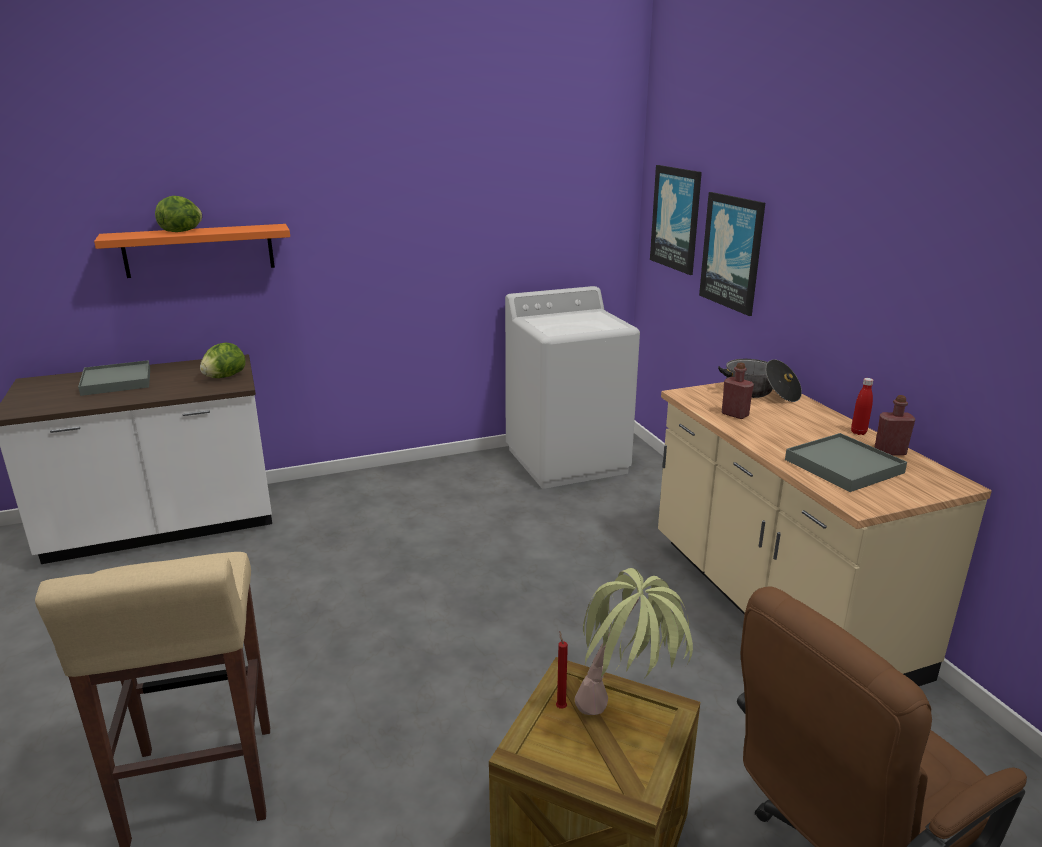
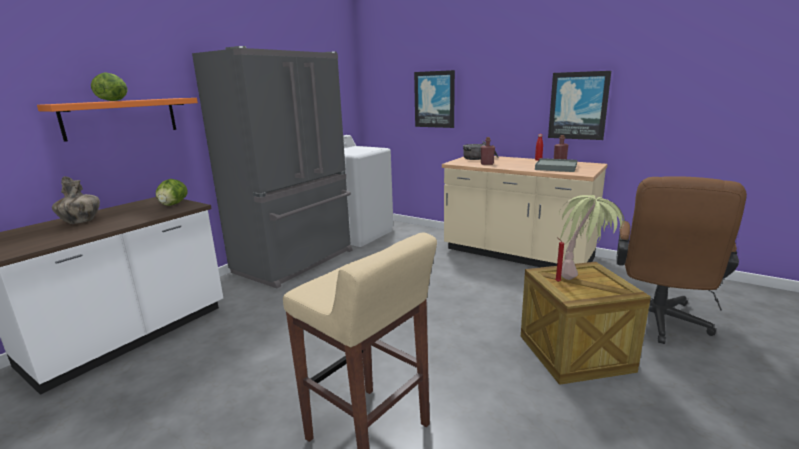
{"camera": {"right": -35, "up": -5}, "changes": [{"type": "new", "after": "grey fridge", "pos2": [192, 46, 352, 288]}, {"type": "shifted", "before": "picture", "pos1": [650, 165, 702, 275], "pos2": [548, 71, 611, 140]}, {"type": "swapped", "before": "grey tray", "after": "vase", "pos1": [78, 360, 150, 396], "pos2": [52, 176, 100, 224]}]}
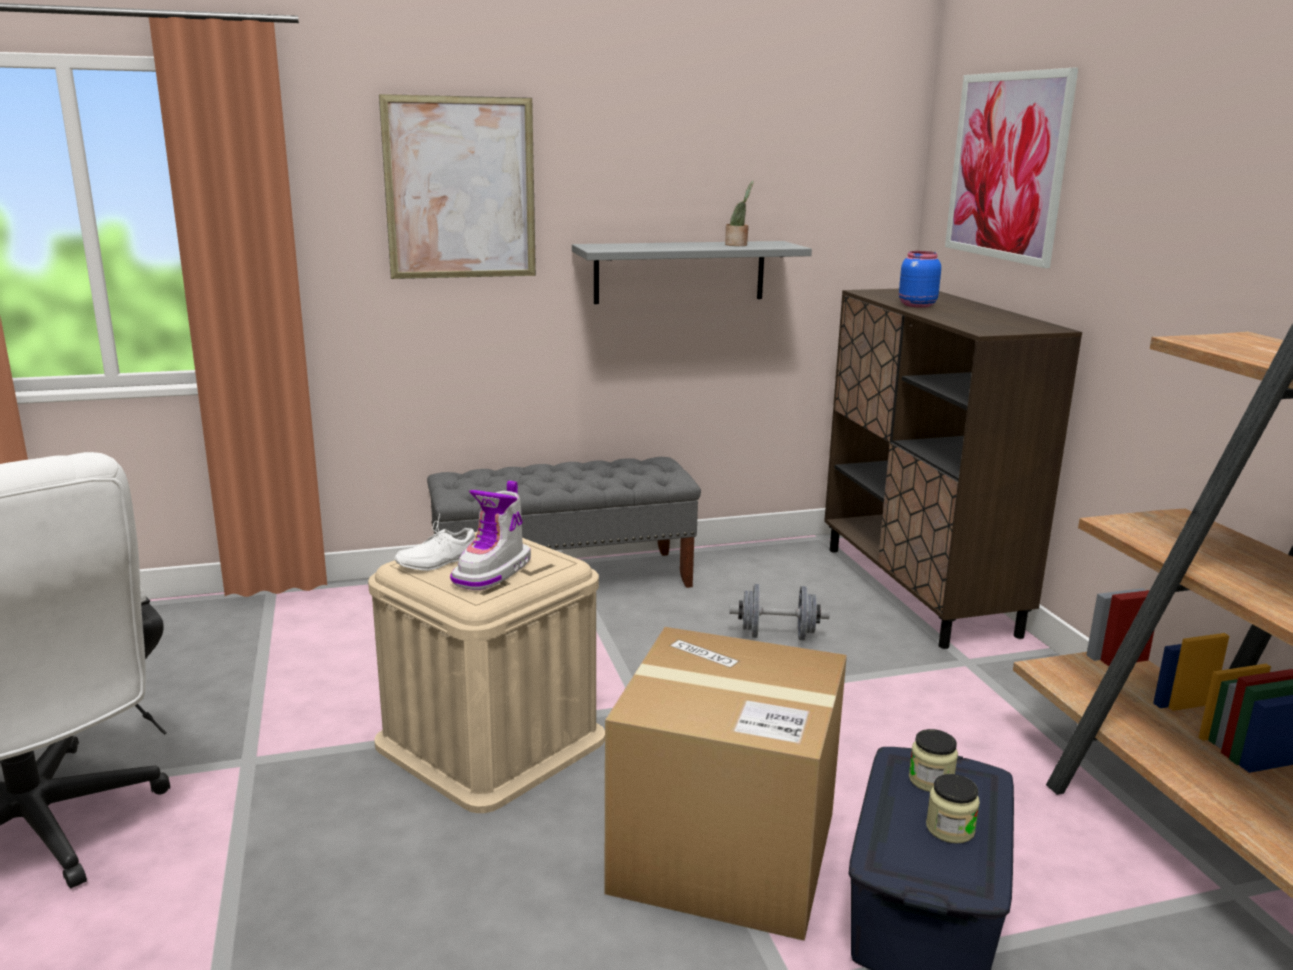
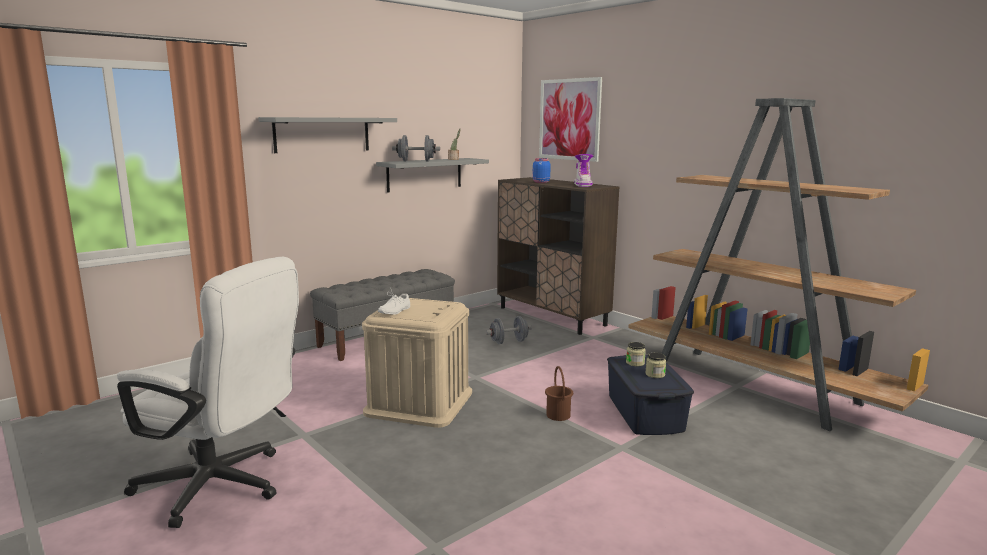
{"camera": {"right": -25, "up": -5}, "changes": [{"type": "new", "after": "grey dumbbell", "pos2": [392, 135, 440, 162]}, {"type": "shifted", "before": "boot", "pos1": [450, 480, 531, 590], "pos2": [574, 154, 593, 187]}, {"type": "swapped", "before": "picture", "after": "grey shelf", "pos1": [379, 94, 536, 279], "pos2": [258, 117, 397, 153]}, {"type": "swapped", "before": "cardboard box", "after": "brown bucket", "pos1": [604, 627, 847, 941], "pos2": [545, 366, 573, 421]}]}
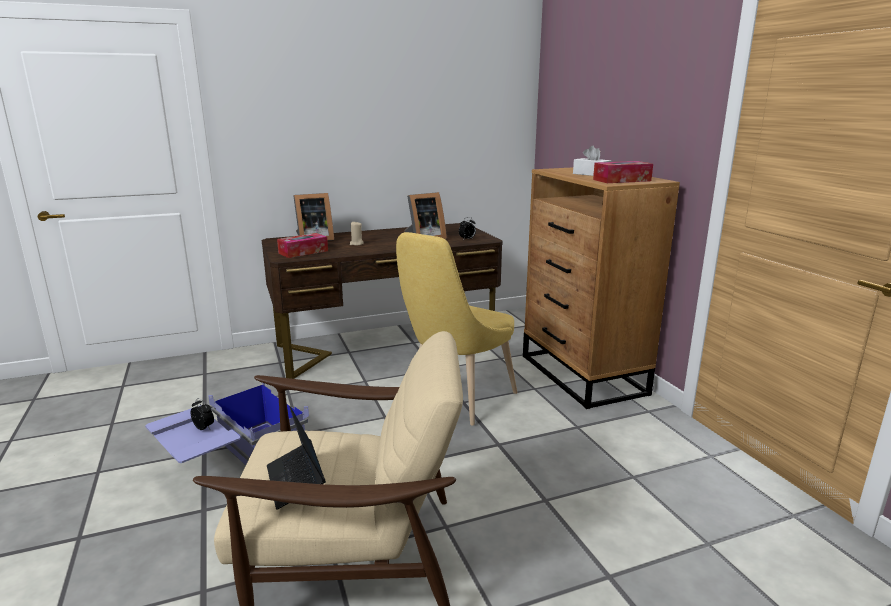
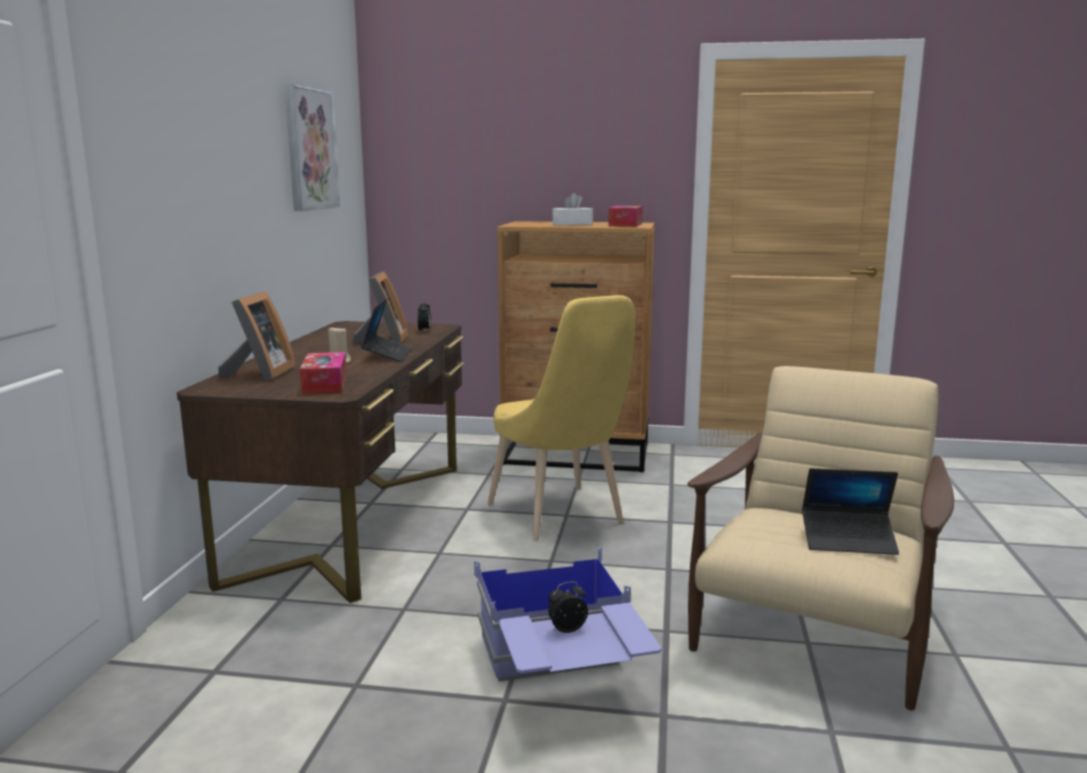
{"camera": {"right": -60, "up": -5}, "changes": [{"type": "new", "after": "picture", "pos2": [285, 83, 340, 211]}, {"type": "new", "after": "laptop", "pos2": [361, 298, 412, 362]}]}
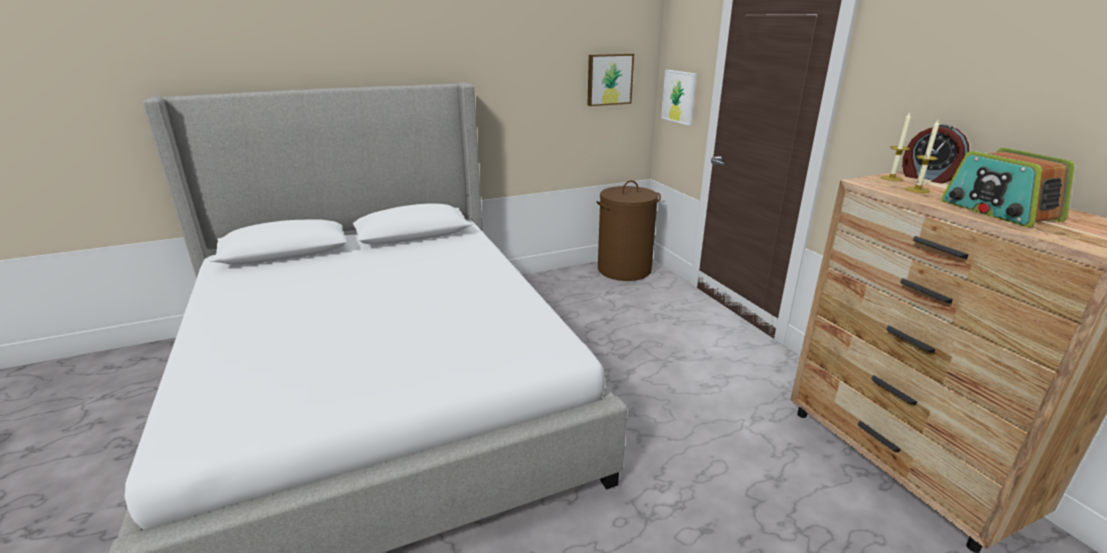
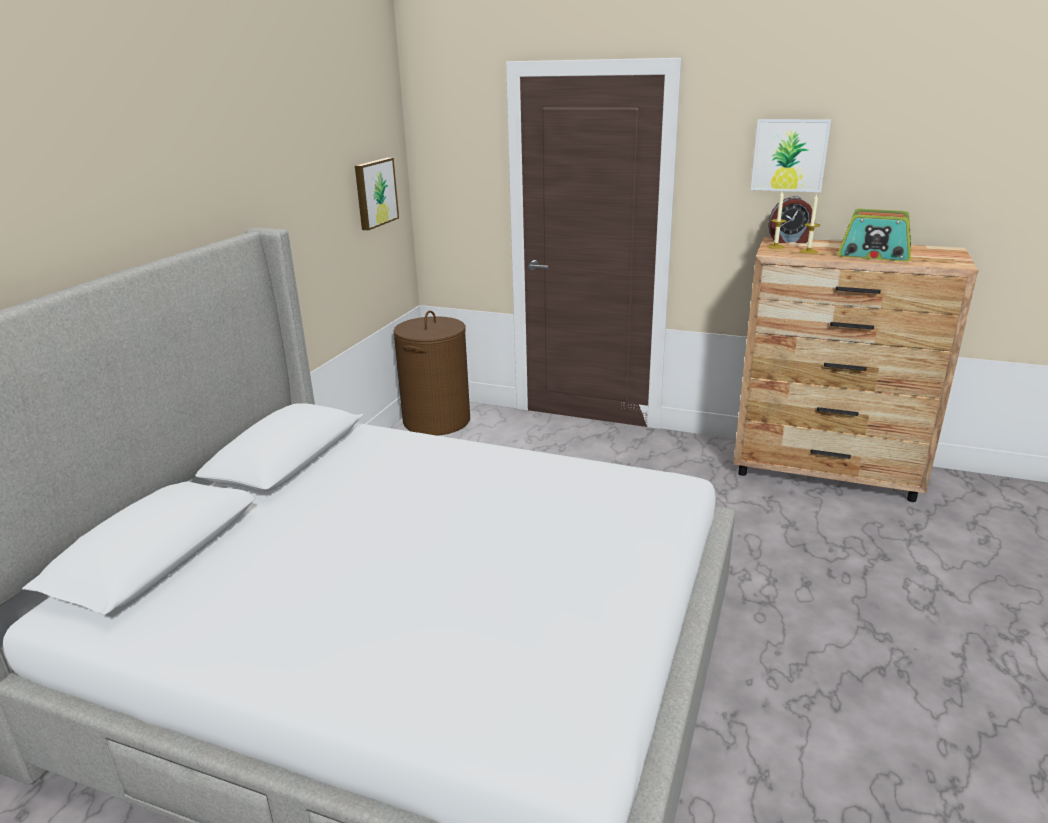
{"camera": {"right": -45, "up": 0}, "changes": [{"type": "shifted", "before": "picture", "pos1": [661, 70, 697, 126], "pos2": [751, 119, 831, 192]}]}
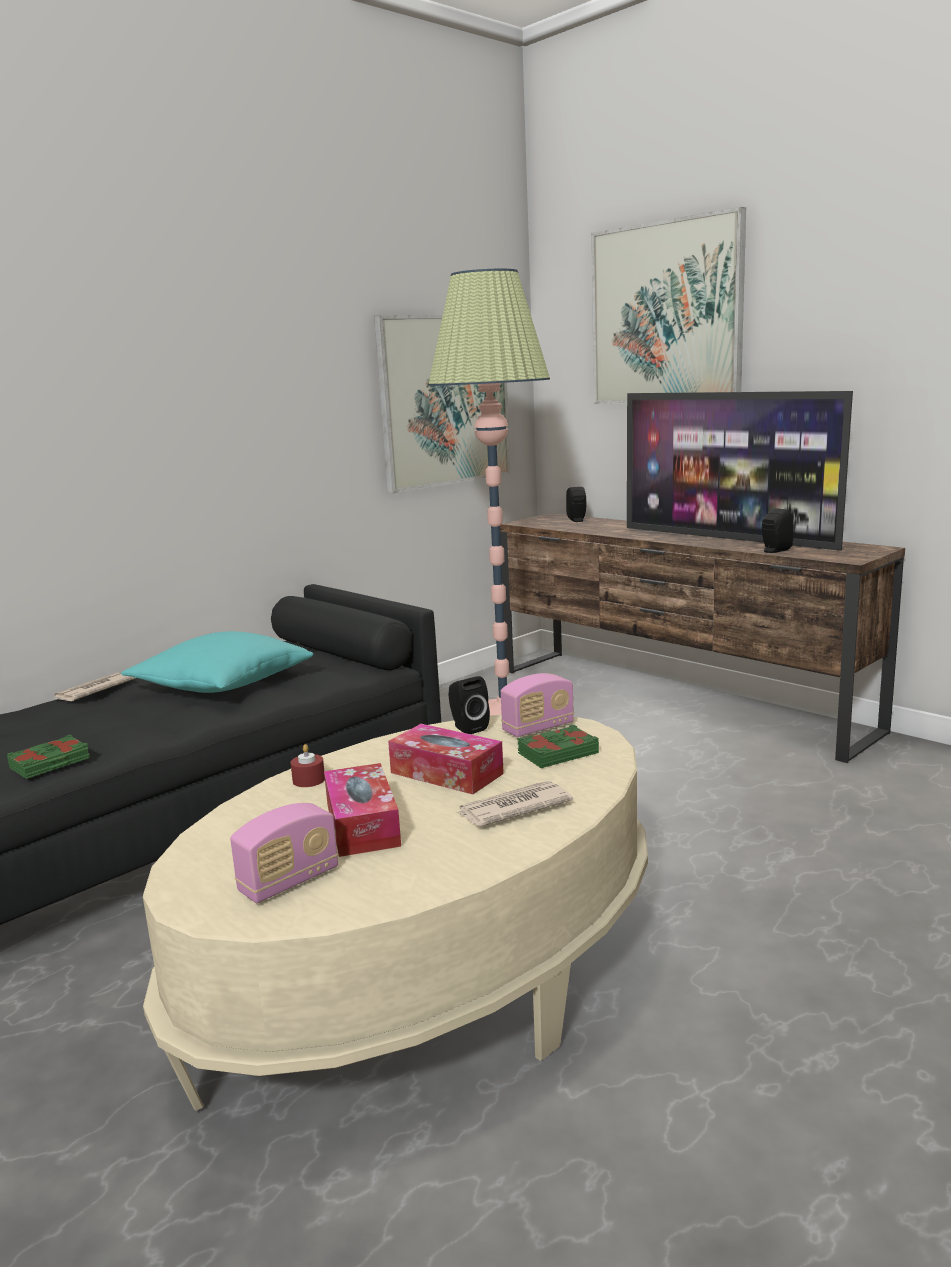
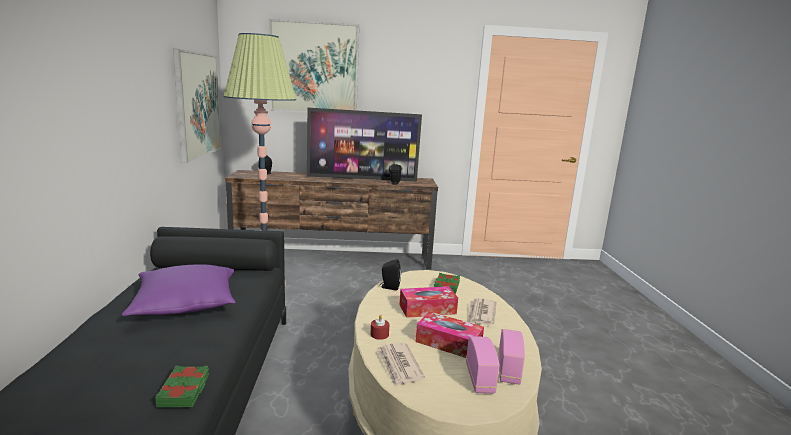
{"camera": {"right": -50, "up": 0}, "changes": [{"type": "shifted", "before": "newspaper", "pos1": [54, 673, 135, 701], "pos2": [377, 343, 425, 387]}, {"type": "shifted", "before": "radio", "pos1": [501, 673, 574, 737], "pos2": [499, 329, 525, 385]}, {"type": "repainted", "before": "turquoise pillow", "after": "purple pillow", "pos1": [121, 631, 313, 693], "pos2": [122, 264, 236, 316]}]}
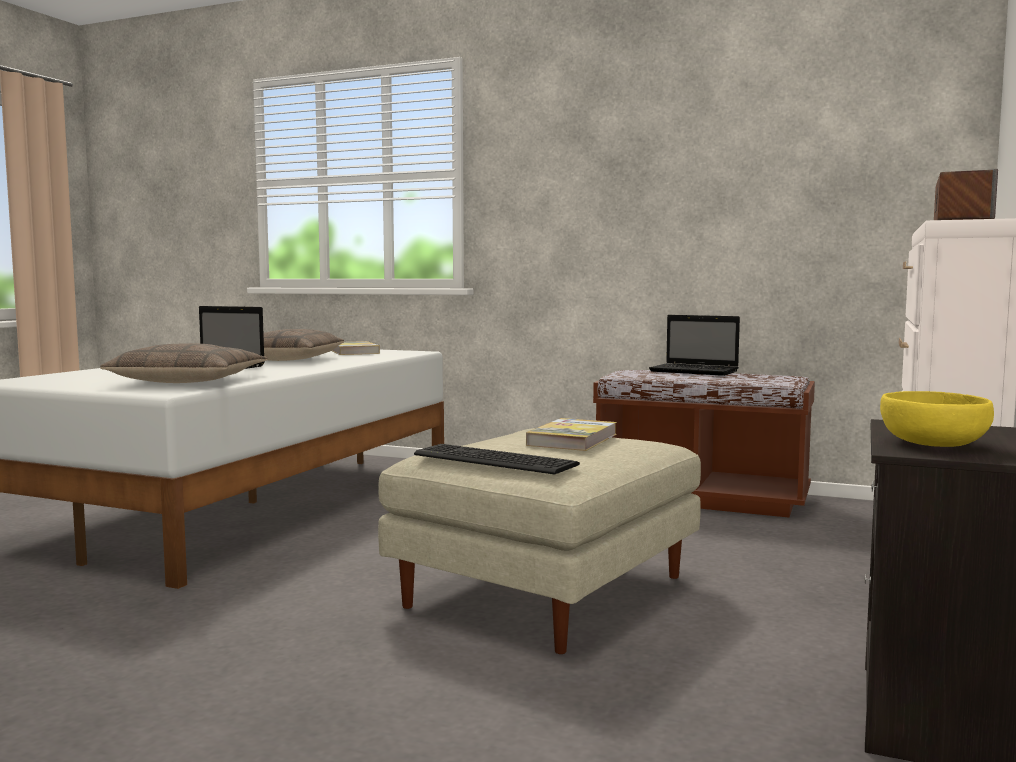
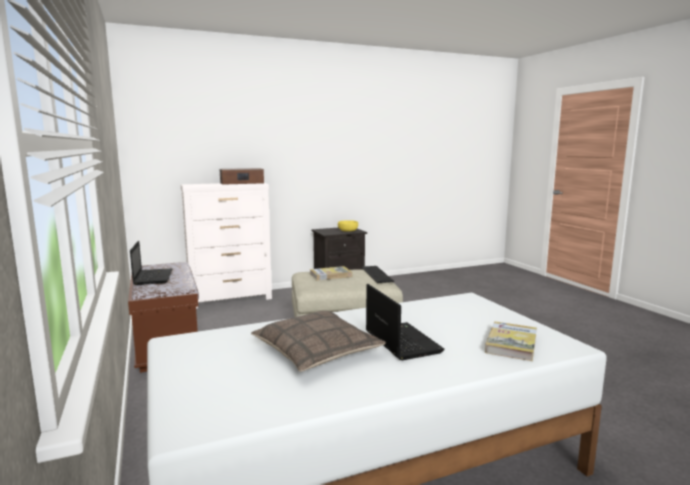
{"camera": {"right": -135, "up": 5}, "changes": [{"type": "gone", "before": "pillow", "pos1": [100, 343, 268, 383]}, {"type": "shifted", "before": "book", "pos1": [332, 341, 380, 355], "pos2": [485, 322, 537, 361]}]}
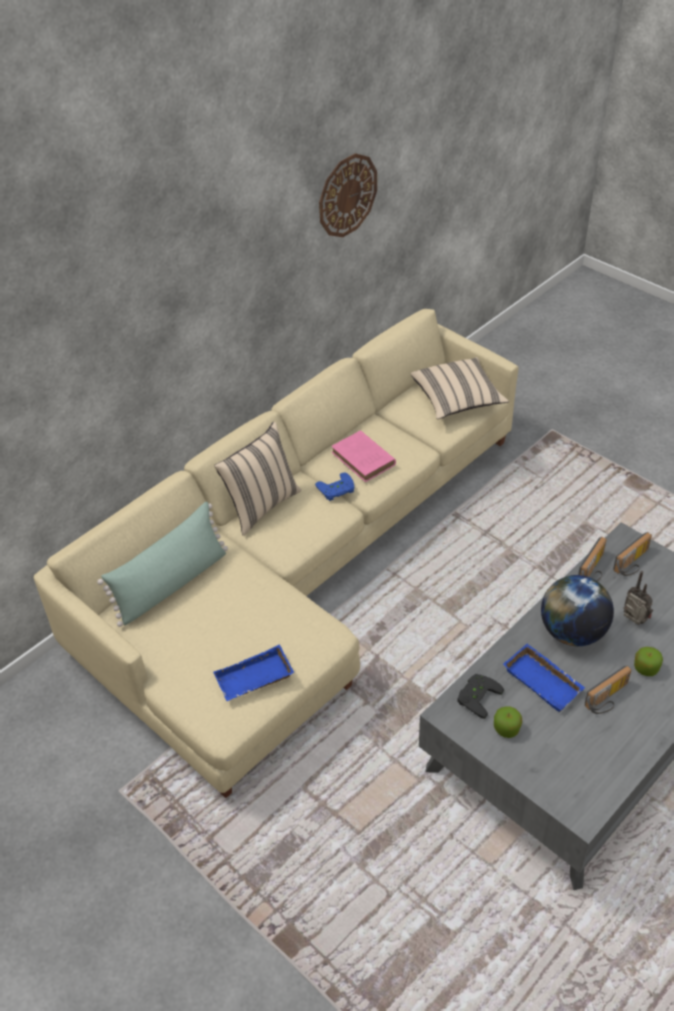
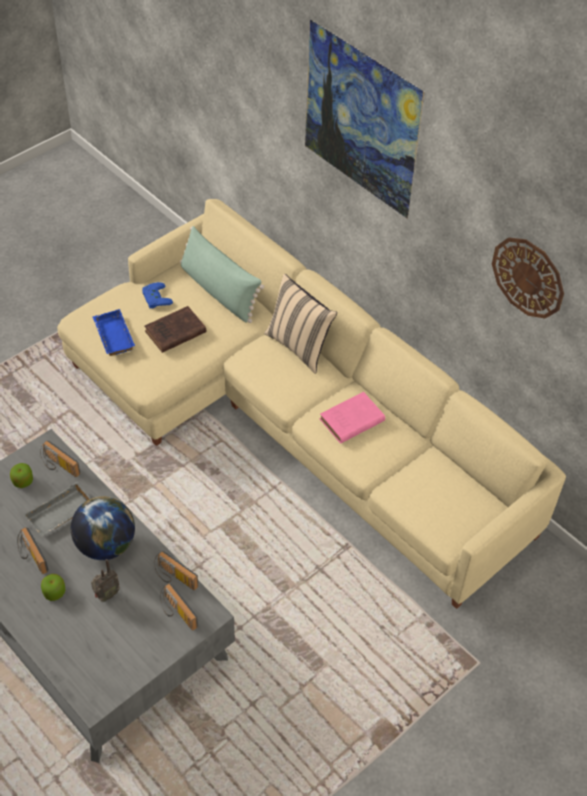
{"camera": {"right": 90, "up": 5}, "changes": [{"type": "gone", "before": "beige pillow", "pos1": [411, 357, 509, 419]}, {"type": "new", "after": "brown book", "pos2": [145, 306, 206, 353]}, {"type": "new", "after": "picture", "pos2": [305, 19, 425, 219]}, {"type": "shifted", "before": "blue game controller", "pos1": [315, 472, 354, 501], "pos2": [142, 282, 173, 309]}, {"type": "swapped", "before": "black game controller", "after": "radio", "pos1": [457, 674, 504, 719], "pos2": [40, 441, 80, 477]}, {"type": "repainted", "before": "blue tray", "after": "grey tray", "pos1": [503, 644, 585, 712], "pos2": [24, 482, 91, 537]}]}
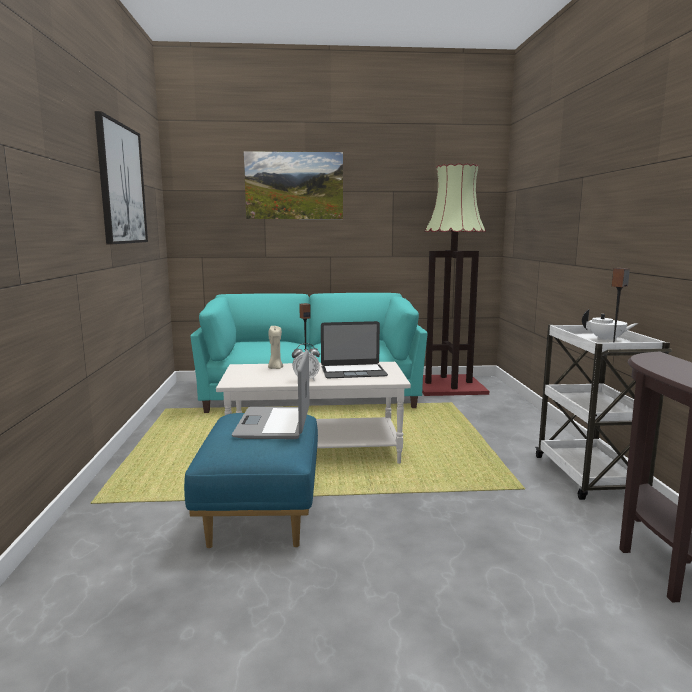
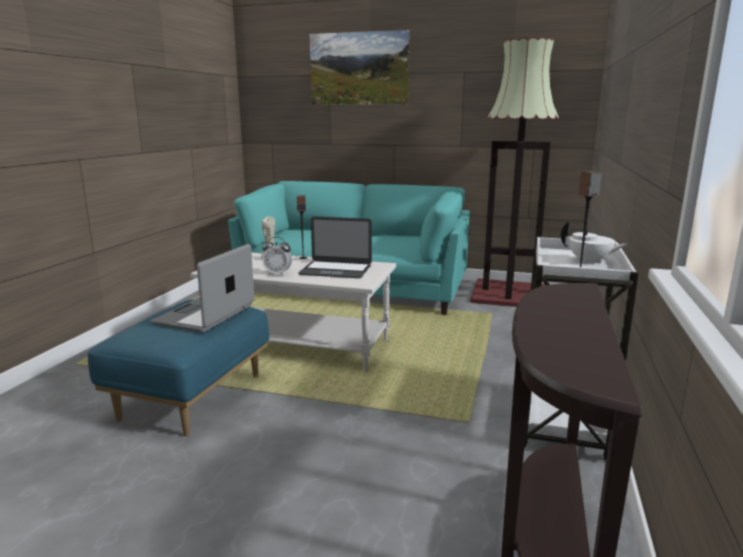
{"camera": {"right": 20, "up": 5}, "changes": [{"type": "gone", "before": "picture", "pos1": [94, 111, 148, 244]}]}
